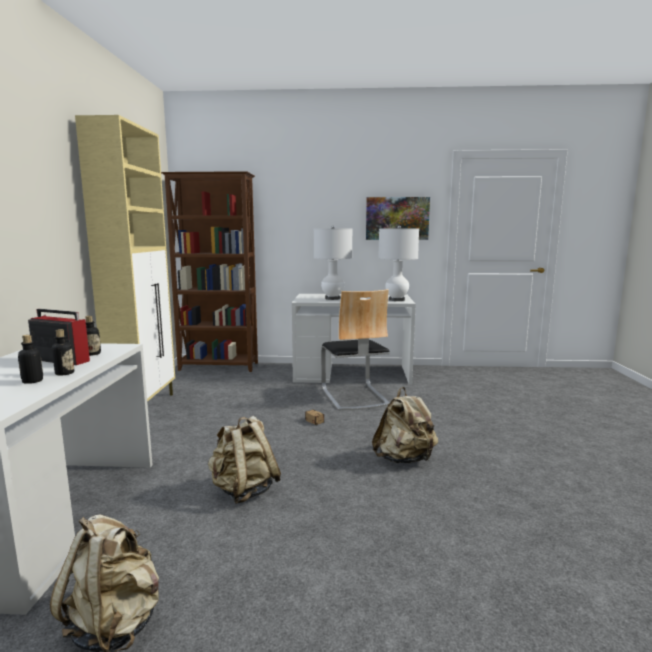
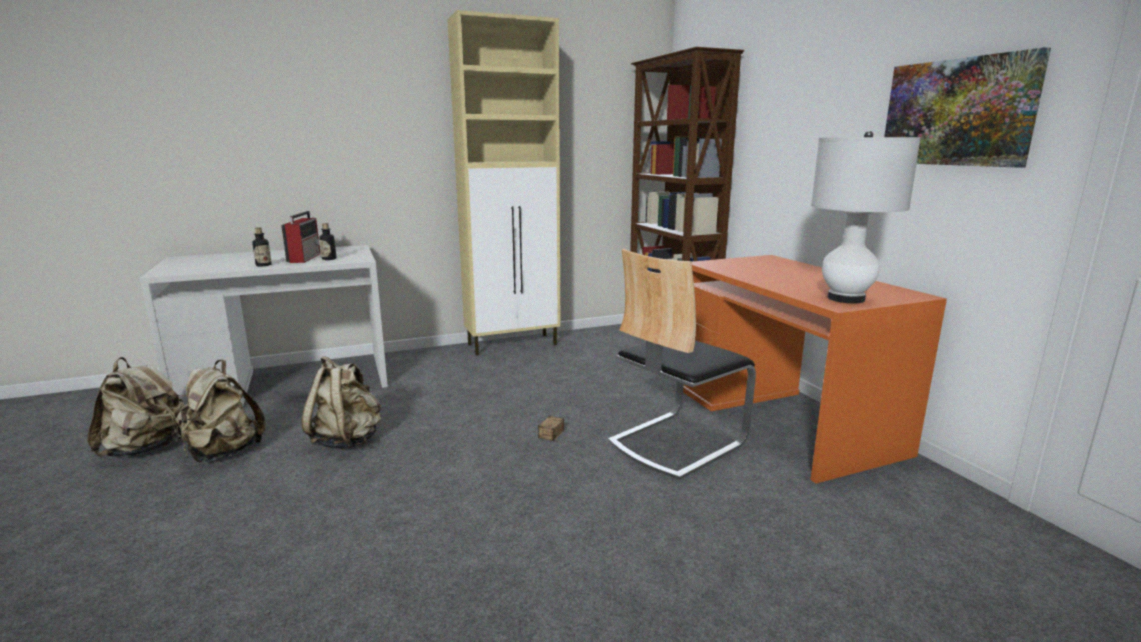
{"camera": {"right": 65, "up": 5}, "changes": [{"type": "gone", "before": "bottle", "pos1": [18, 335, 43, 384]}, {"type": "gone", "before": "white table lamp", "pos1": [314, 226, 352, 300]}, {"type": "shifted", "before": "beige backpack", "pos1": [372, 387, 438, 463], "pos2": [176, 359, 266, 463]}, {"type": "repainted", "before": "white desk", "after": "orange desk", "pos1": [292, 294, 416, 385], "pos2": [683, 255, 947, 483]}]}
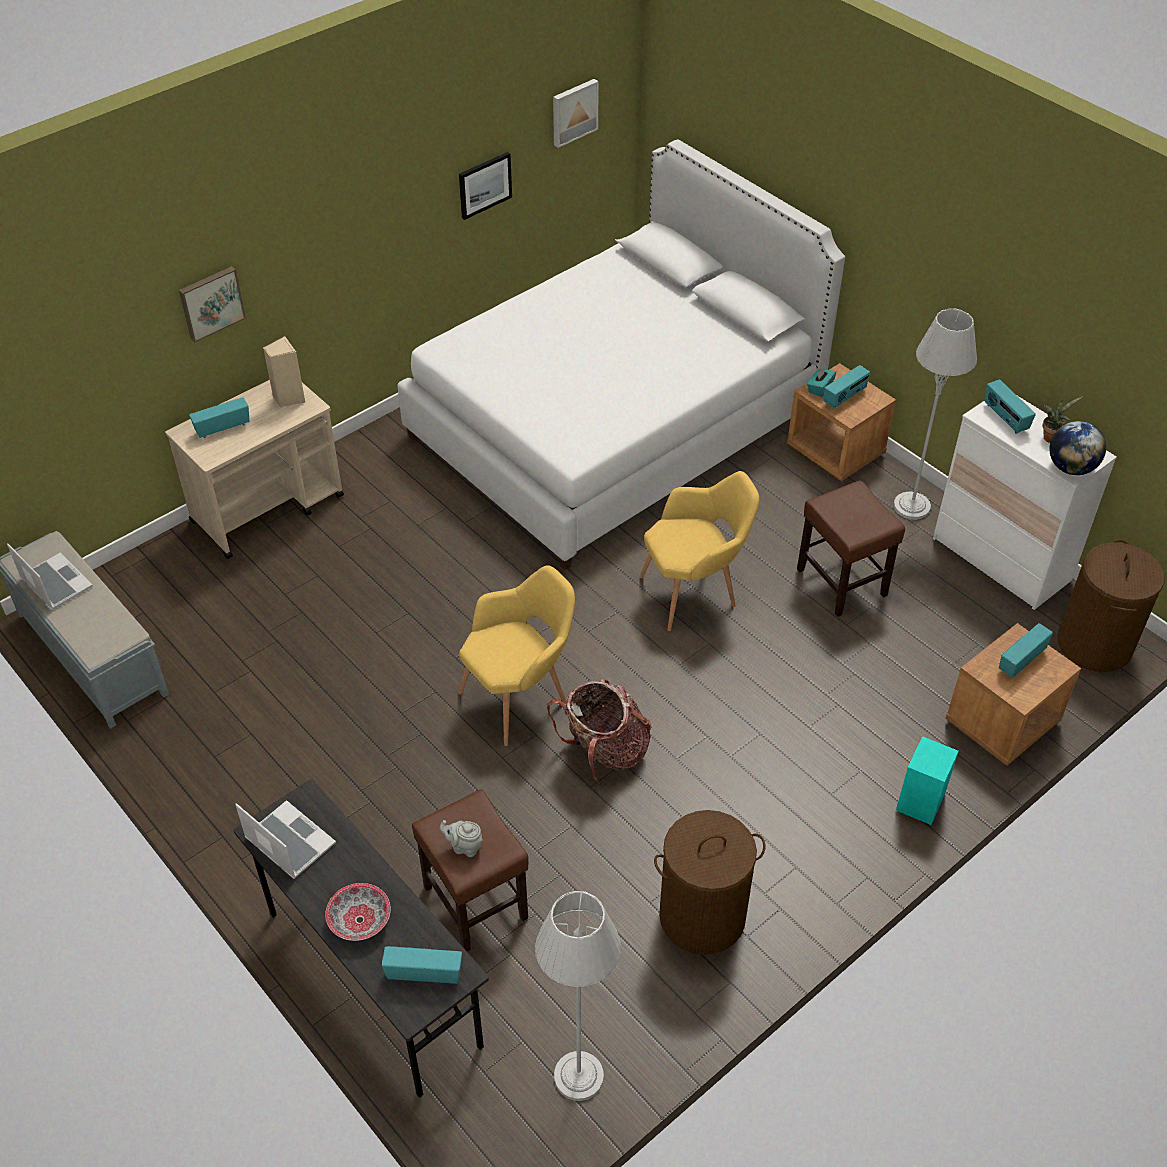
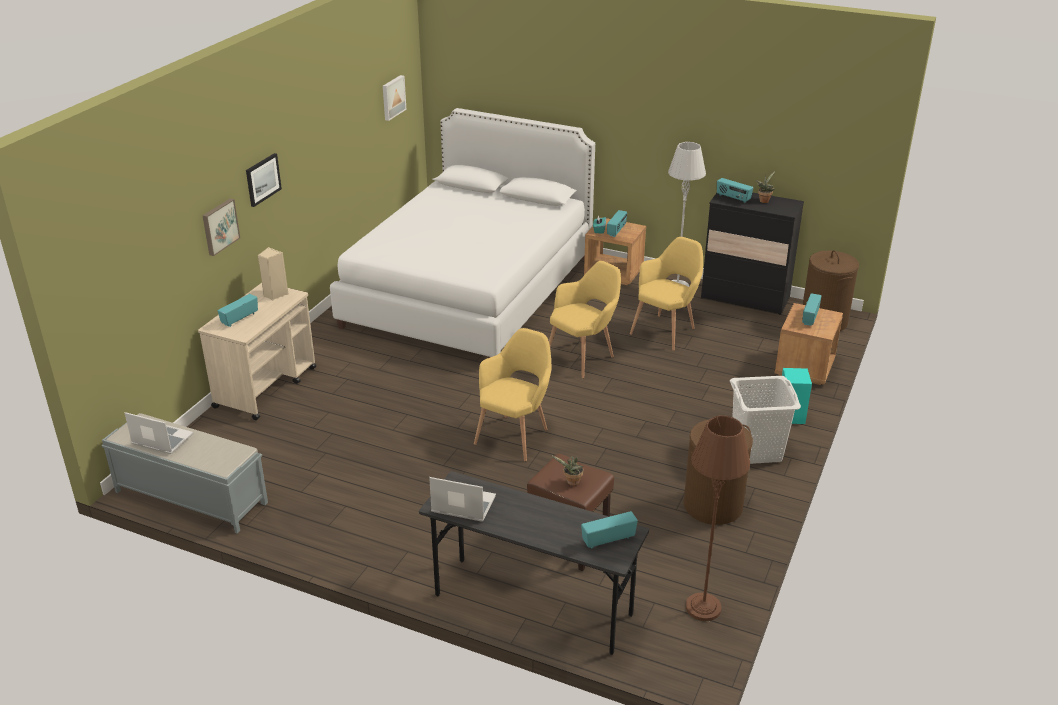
{"camera": {"right": -25, "up": -15}, "changes": [{"type": "gone", "before": "bowl", "pos1": [325, 883, 391, 941]}, {"type": "gone", "before": "backpack", "pos1": [547, 678, 651, 784]}, {"type": "gone", "before": "globe", "pos1": [1049, 421, 1106, 475]}, {"type": "new", "after": "white laundry basket", "pos2": [730, 376, 801, 464]}, {"type": "shifted", "before": "picture", "pos1": [459, 152, 512, 220], "pos2": [246, 153, 282, 207]}, {"type": "swapped", "before": "grey teapot", "after": "potted plant", "pos1": [440, 820, 483, 857], "pos2": [551, 455, 583, 486]}, {"type": "swapped", "before": "brown stool", "after": "yellow armchair", "pos1": [797, 480, 905, 617], "pos2": [630, 237, 703, 351]}, {"type": "repainted", "before": "grey floor lamp", "after": "brown floor lamp", "pos1": [535, 891, 621, 1101], "pos2": [686, 416, 750, 621]}, {"type": "repainted", "before": "white dresser", "after": "black dresser", "pos1": [933, 396, 1117, 610], "pos2": [701, 192, 804, 315]}]}
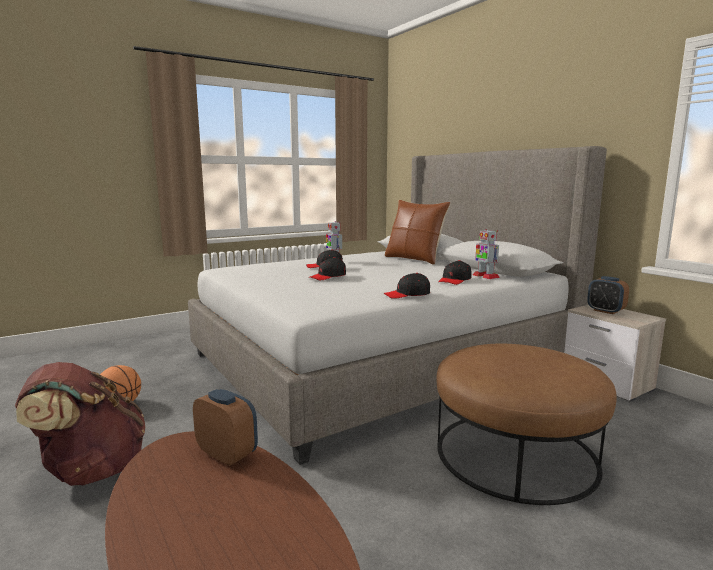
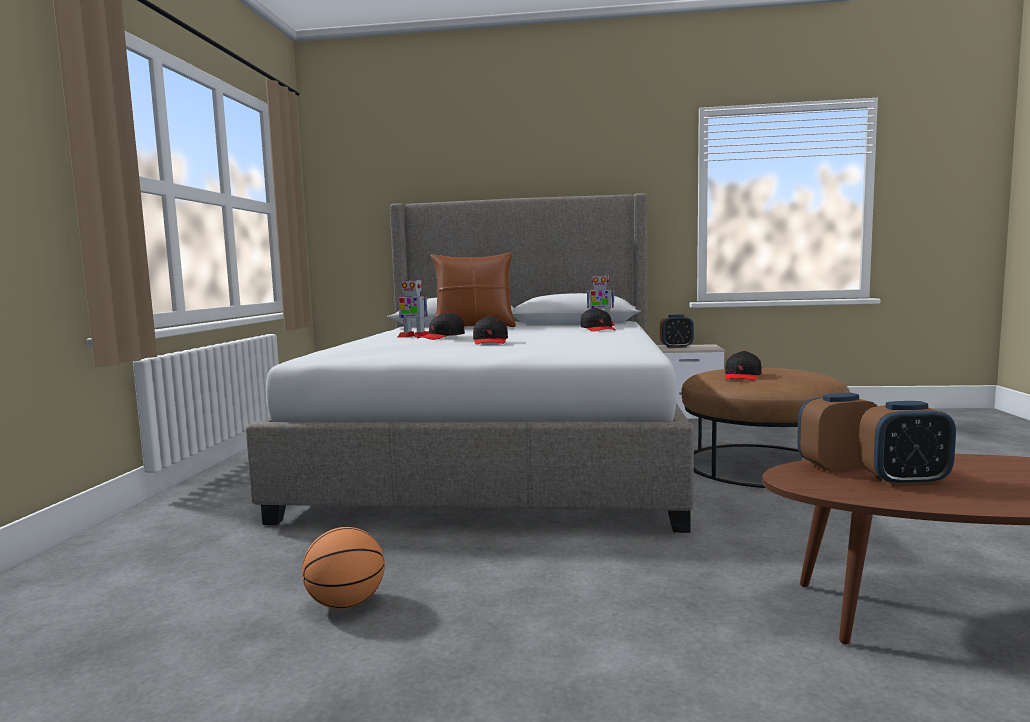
{"camera": {"right": -50, "up": -5}, "changes": [{"type": "gone", "before": "brown backpack", "pos1": [15, 362, 145, 486]}, {"type": "new", "after": "alarm clock", "pos2": [858, 401, 956, 486]}, {"type": "shifted", "before": "black cap", "pos1": [384, 273, 430, 299], "pos2": [725, 351, 762, 381]}]}
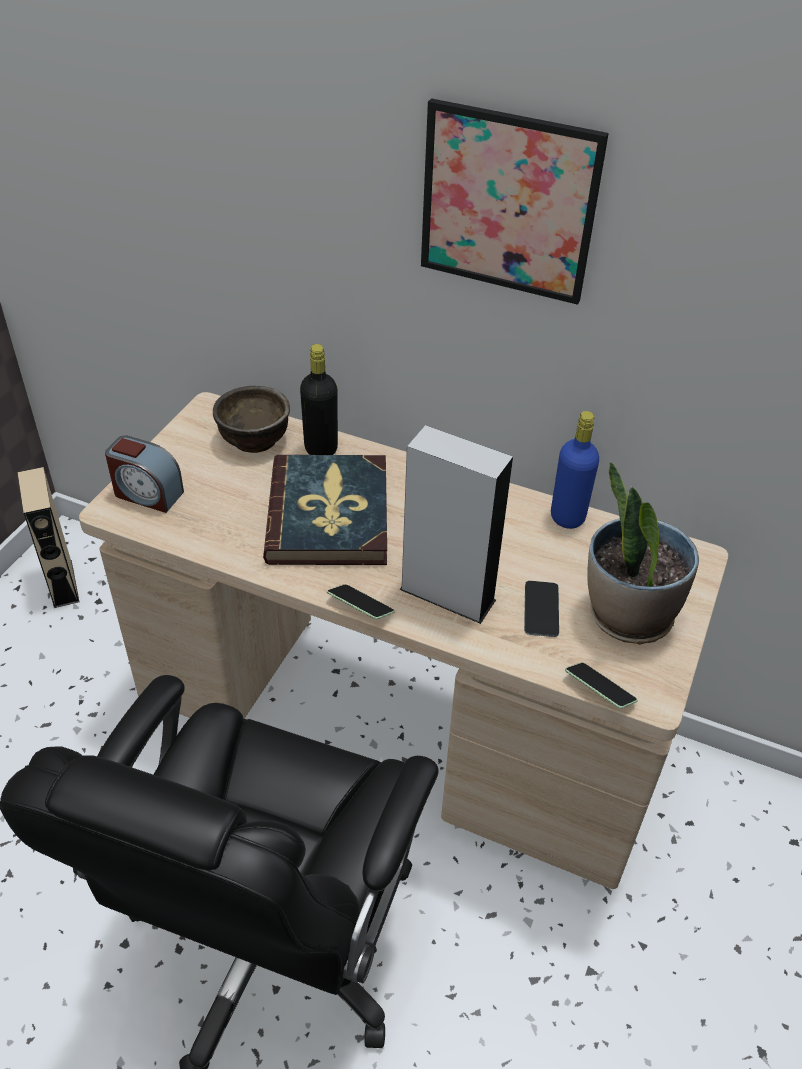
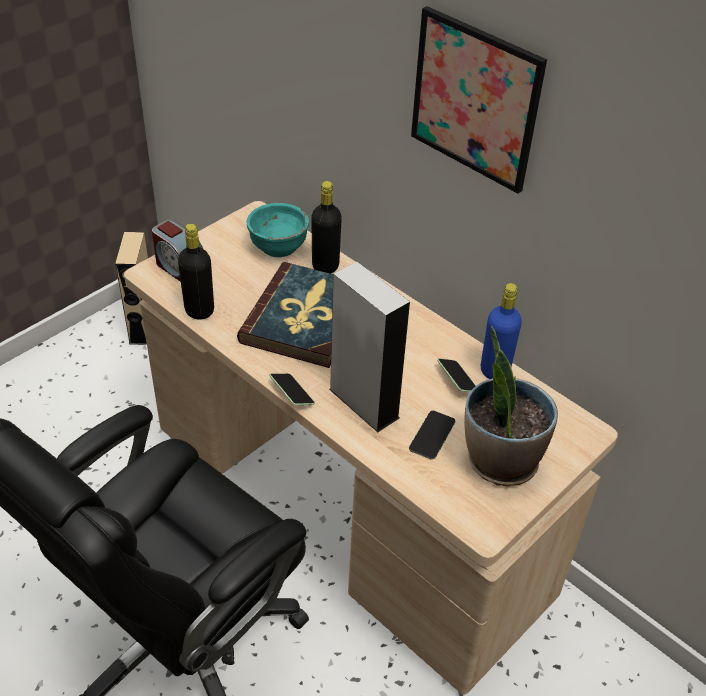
{"camera": {"right": 20, "up": 0}, "changes": [{"type": "new", "after": "black bottle", "pos2": [178, 224, 214, 320]}, {"type": "shifted", "before": "phone", "pos1": [565, 662, 638, 709], "pos2": [437, 358, 476, 392]}, {"type": "repainted", "before": "brown bowl", "after": "turquoise bowl", "pos1": [213, 386, 290, 453], "pos2": [247, 203, 309, 257]}]}
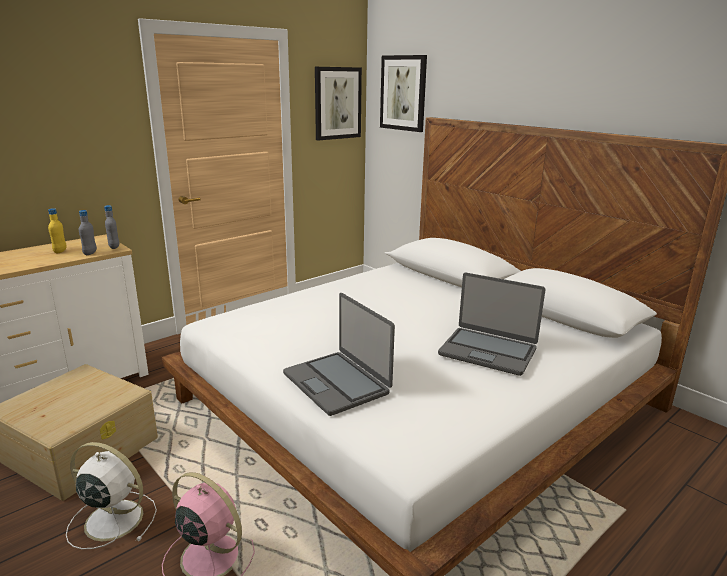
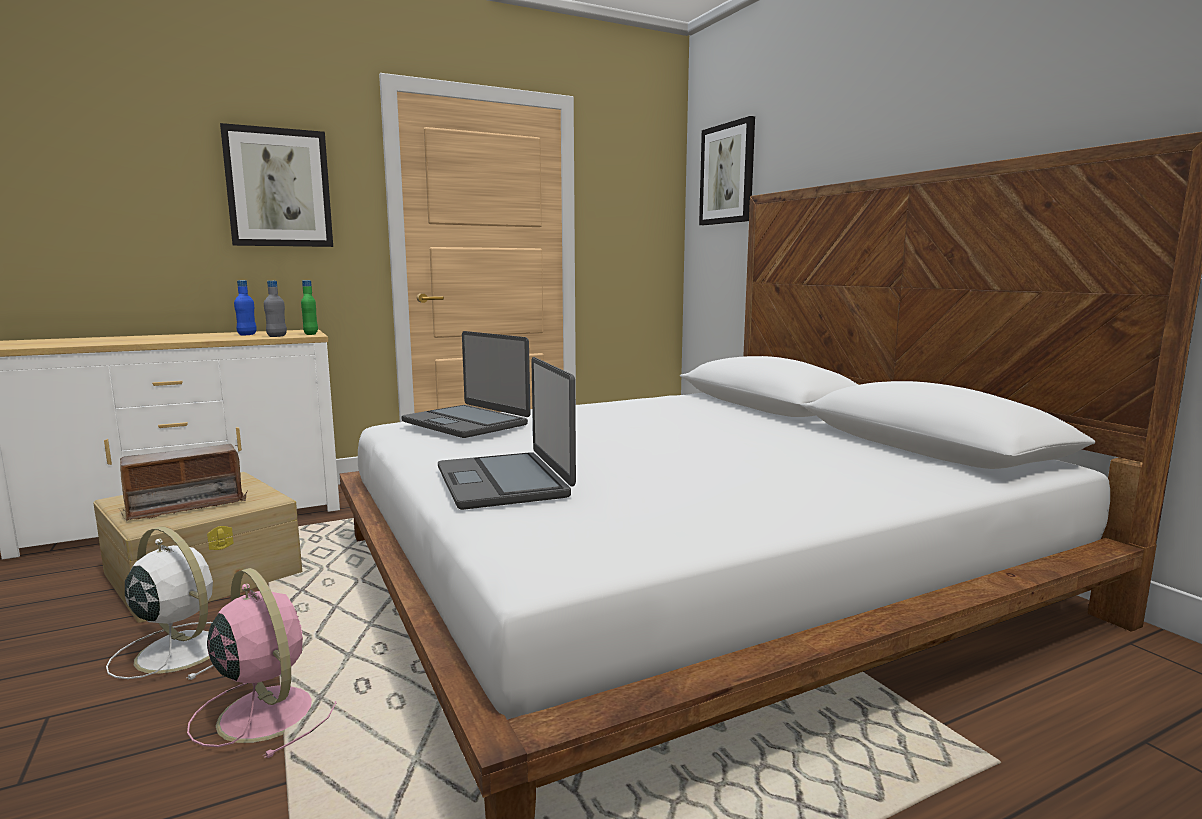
{"camera": {"right": 15, "up": -10}, "changes": [{"type": "new", "after": "radio", "pos2": [120, 444, 248, 521]}, {"type": "shifted", "before": "picture", "pos1": [315, 67, 362, 141], "pos2": [220, 123, 333, 247]}, {"type": "shifted", "before": "laptop", "pos1": [438, 273, 545, 376], "pos2": [401, 331, 530, 438]}, {"type": "repainted", "before": "yellow bottle", "after": "blue bottle", "pos1": [48, 208, 67, 253], "pos2": [234, 280, 257, 336]}, {"type": "repainted", "before": "grey bottle", "after": "green bottle", "pos1": [104, 205, 119, 249], "pos2": [301, 280, 318, 335]}]}
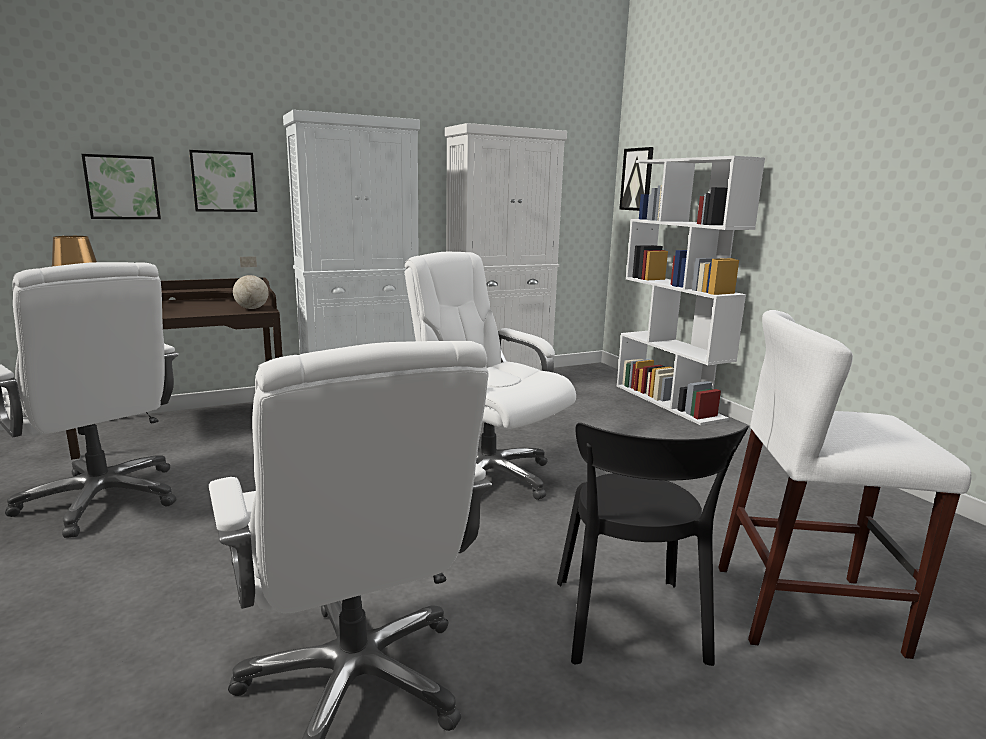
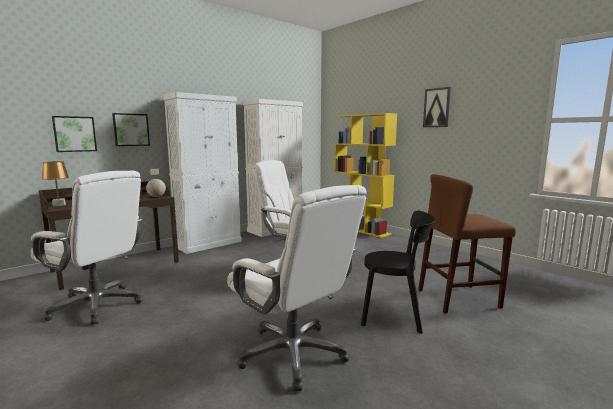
{"camera": {"right": -15, "up": -5}, "changes": [{"type": "shifted", "before": "picture", "pos1": [619, 147, 654, 211], "pos2": [423, 87, 451, 127]}, {"type": "repainted", "before": "white bookcase", "after": "yellow bookcase", "pos1": [617, 156, 765, 425], "pos2": [335, 113, 397, 238]}, {"type": "repainted", "before": "white stool", "after": "brown stool", "pos1": [718, 310, 971, 659], "pos2": [418, 174, 516, 314]}, {"type": "rotated", "before": "black chair", "pos1": [557, 423, 749, 666], "pos2": [361, 210, 435, 333], "turn": -60}]}
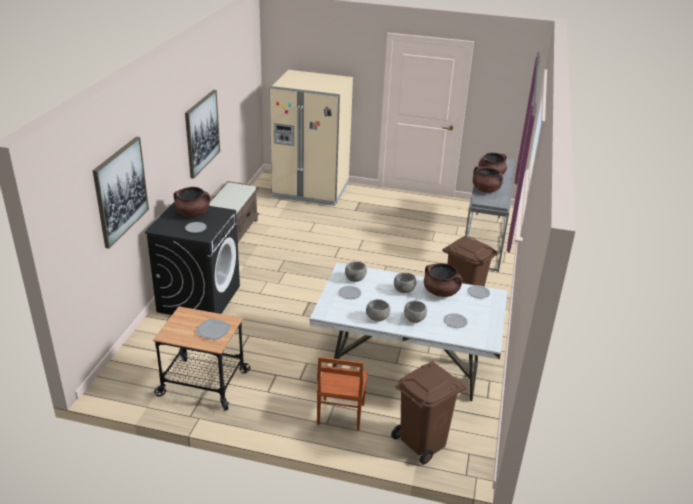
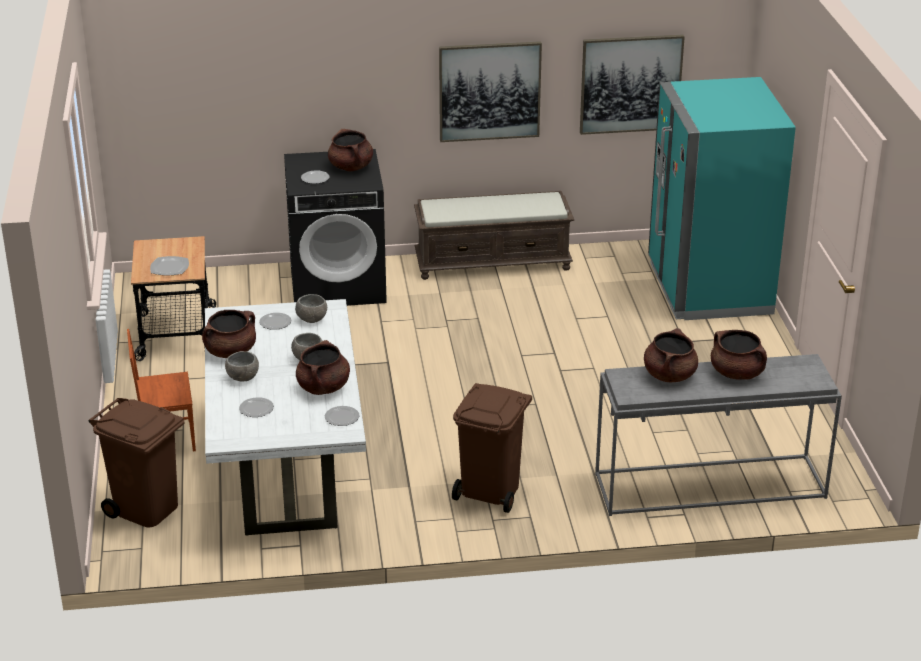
{"camera": {"right": 70, "up": 0}, "changes": [{"type": "shifted", "before": "picture", "pos1": [93, 137, 149, 249], "pos2": [580, 35, 685, 135]}, {"type": "swapped", "before": "grey bowl", "after": "brown cooking pot", "pos1": [366, 299, 390, 322], "pos2": [202, 310, 256, 358]}, {"type": "repainted", "before": "beige fridge", "after": "turquoise fridge", "pos1": [269, 70, 353, 206], "pos2": [648, 77, 796, 320]}]}
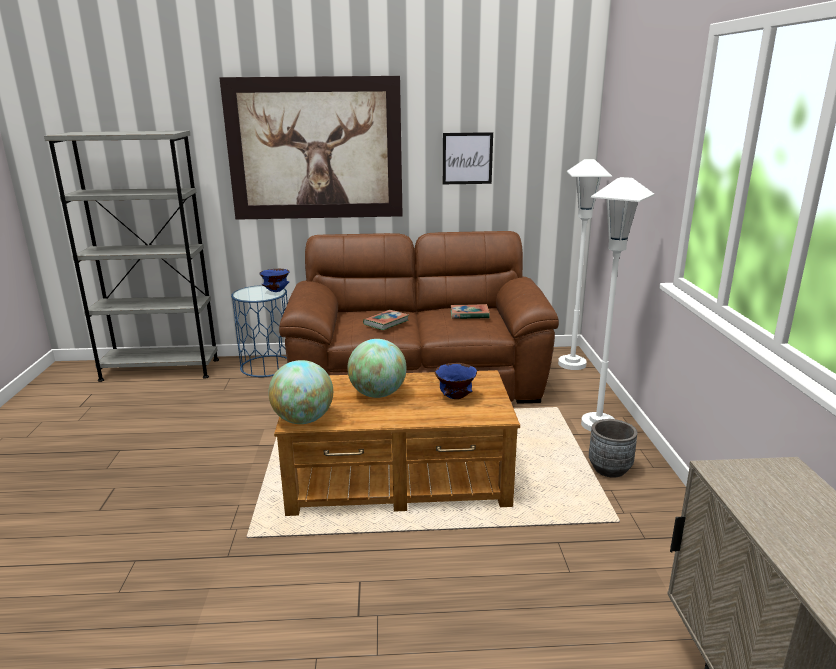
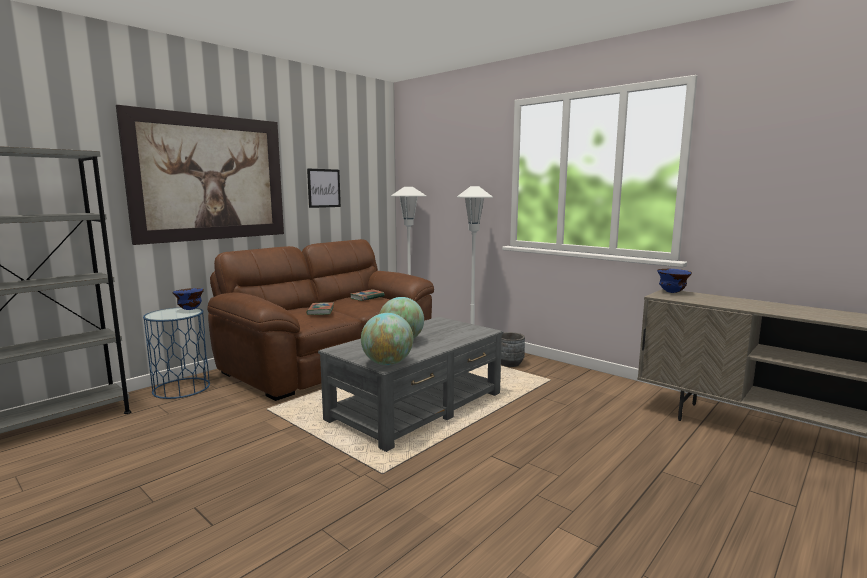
{"camera": {"right": -45, "up": -10}, "changes": [{"type": "shifted", "before": "blue bowl", "pos1": [435, 363, 477, 399], "pos2": [657, 269, 692, 293]}, {"type": "repainted", "before": "brown coffee table", "after": "grey coffee table", "pos1": [274, 370, 520, 516], "pos2": [318, 317, 504, 452]}]}
